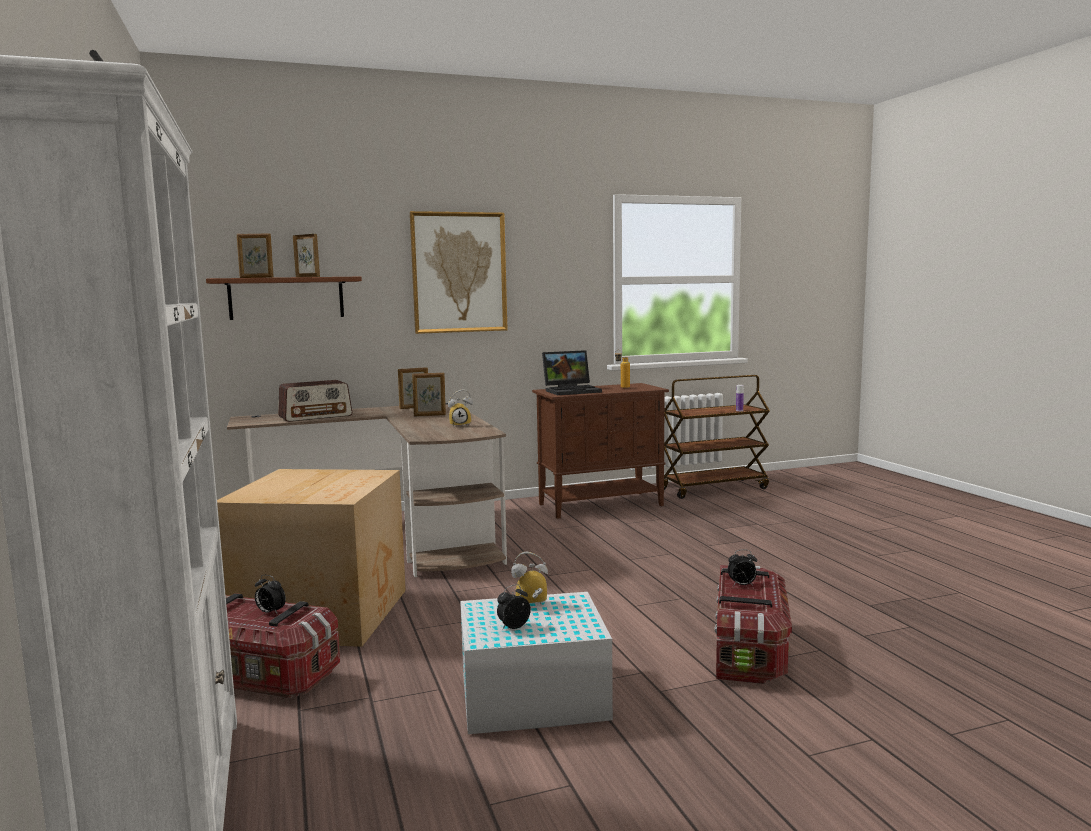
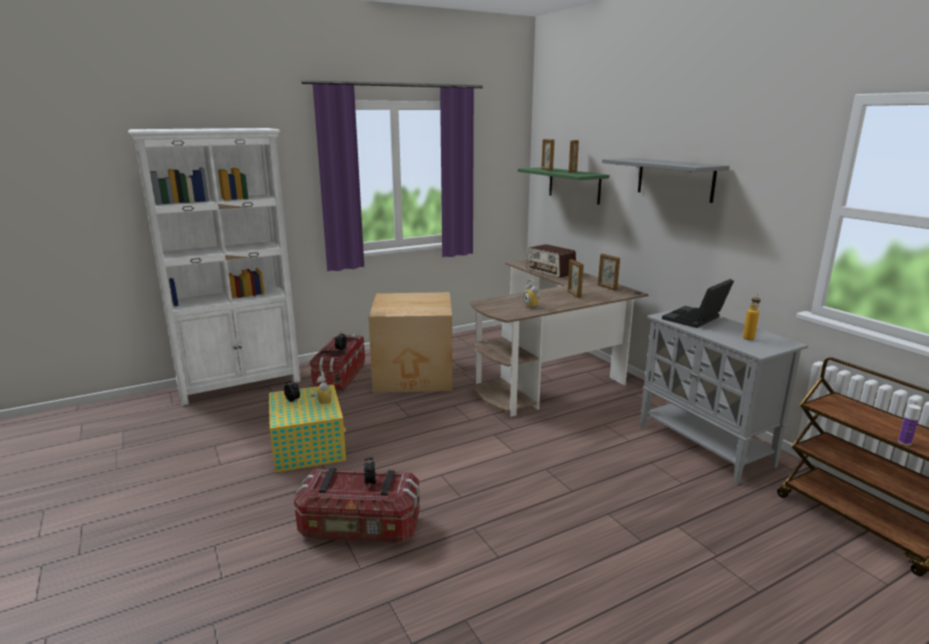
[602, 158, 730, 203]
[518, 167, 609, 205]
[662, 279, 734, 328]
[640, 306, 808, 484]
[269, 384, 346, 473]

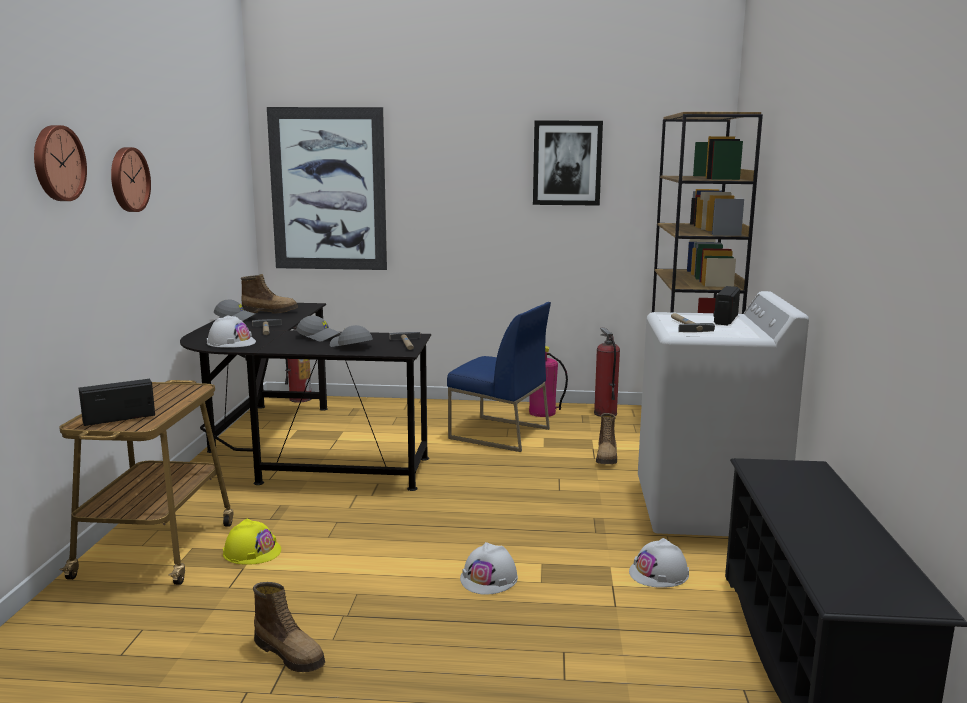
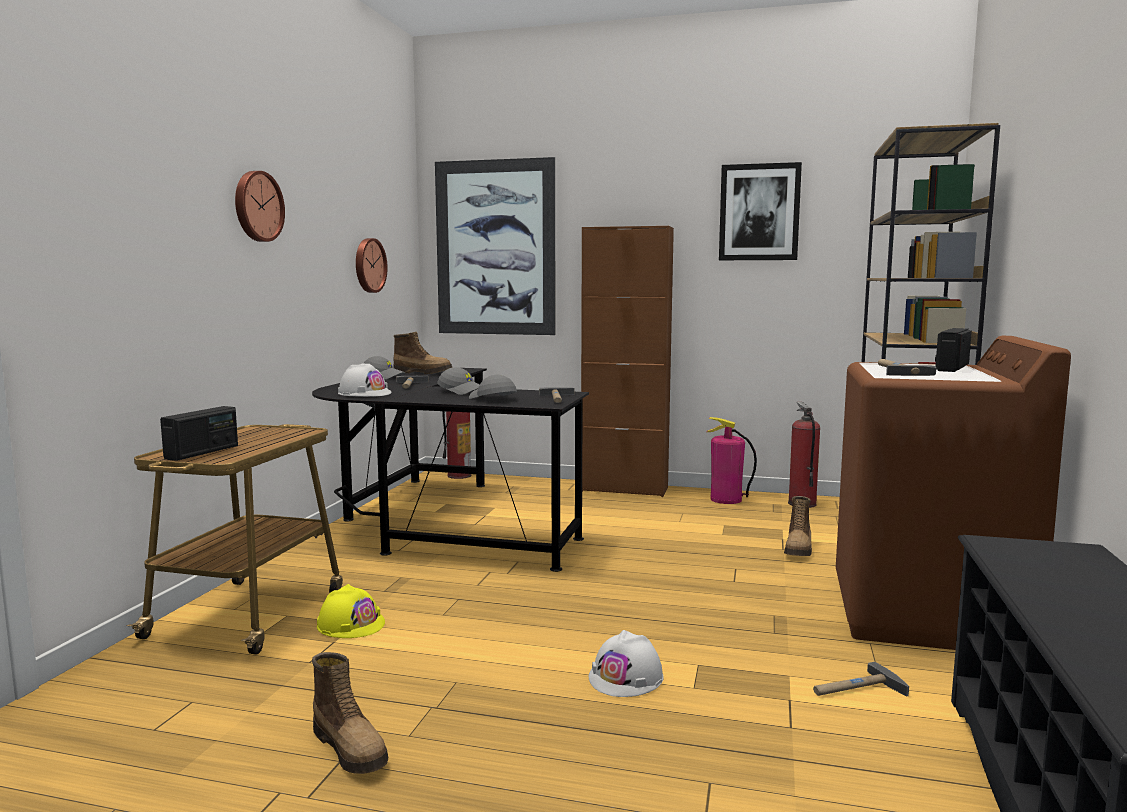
[356, 238, 388, 293]
[836, 336, 1071, 650]
[447, 302, 551, 452] (first image)
[160, 406, 238, 461]
[813, 662, 909, 696]
[581, 226, 674, 497]

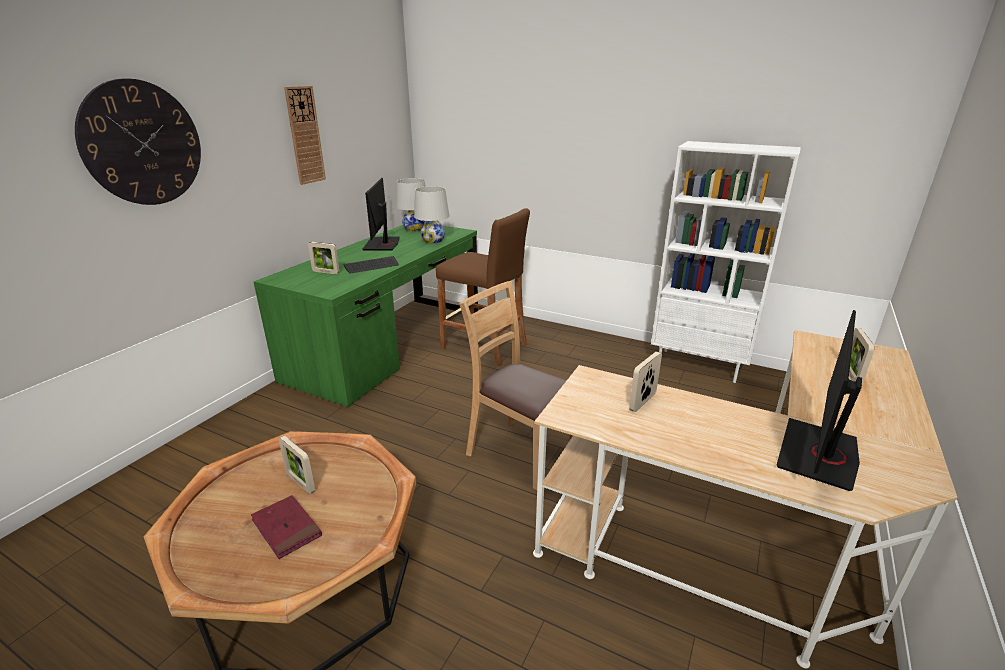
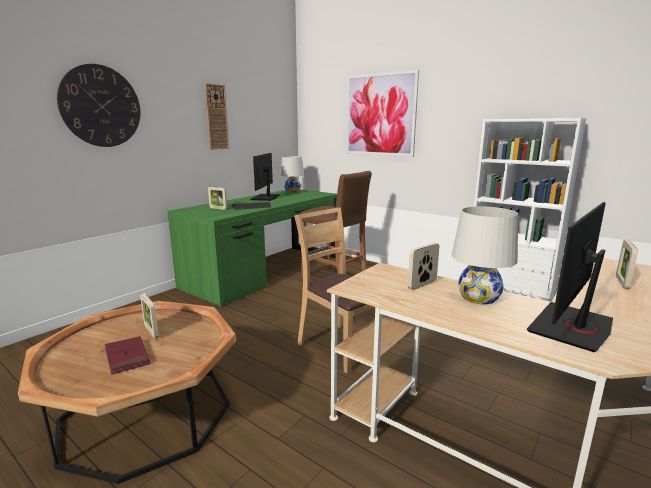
[452, 206, 518, 304]
[346, 70, 419, 157]

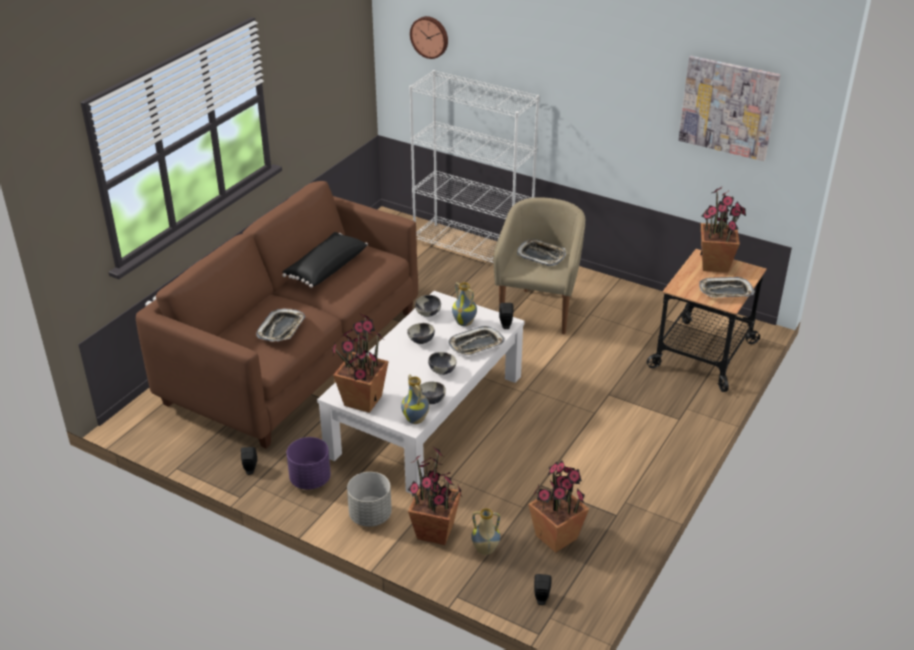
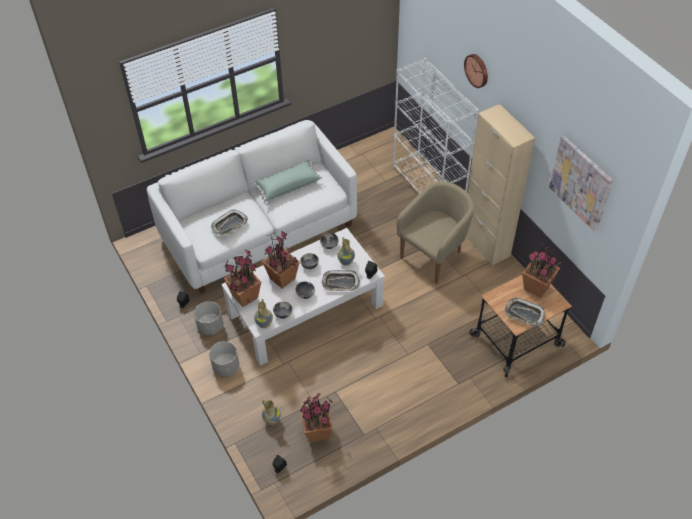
[464, 54, 488, 88]
[147, 120, 357, 293]
[254, 160, 322, 201]
[517, 239, 566, 266] (first image)
[194, 301, 223, 335]
[262, 231, 300, 288]
[466, 104, 535, 265]

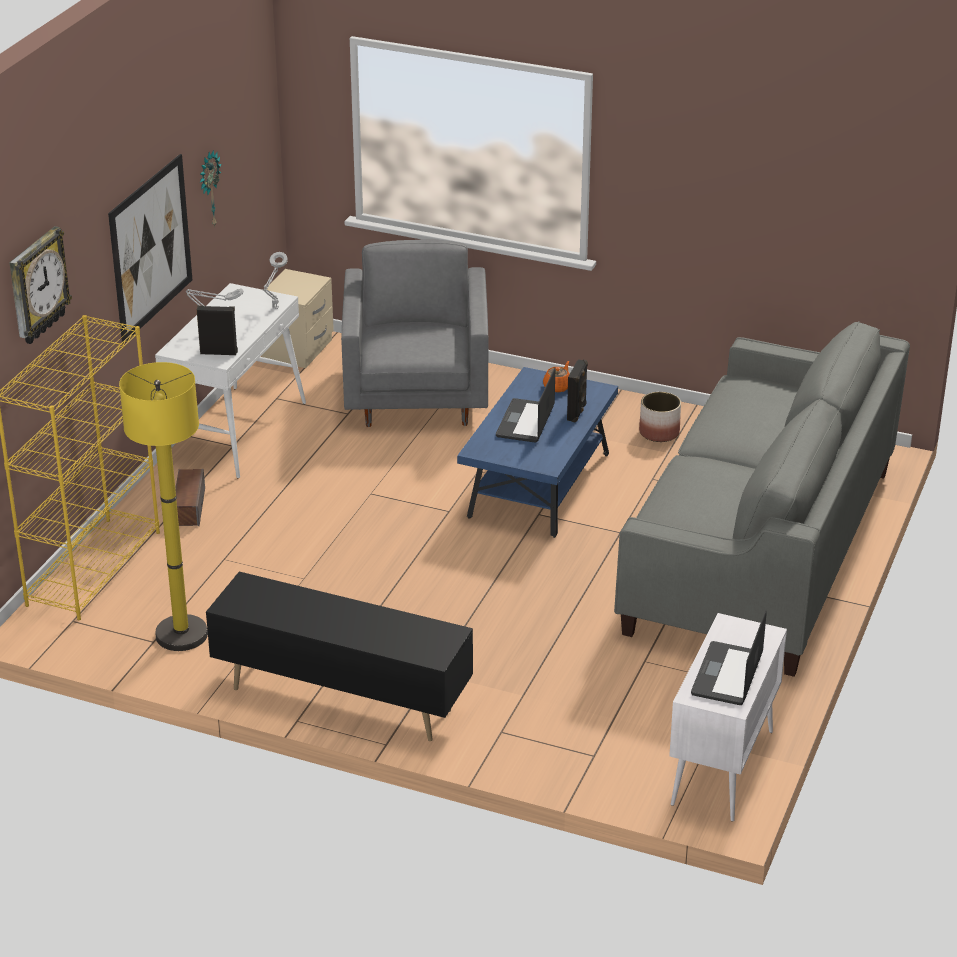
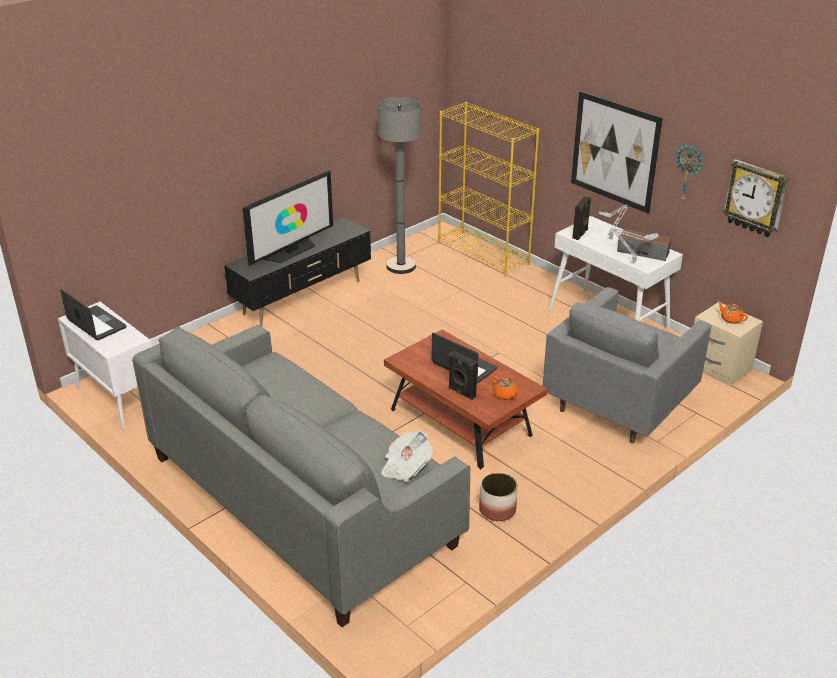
[723, 159, 789, 237]
[543, 287, 711, 444]
[378, 97, 421, 274]
[384, 329, 547, 469]
[617, 229, 671, 261]
[242, 170, 333, 266]
[718, 301, 748, 324]
[381, 431, 433, 482]

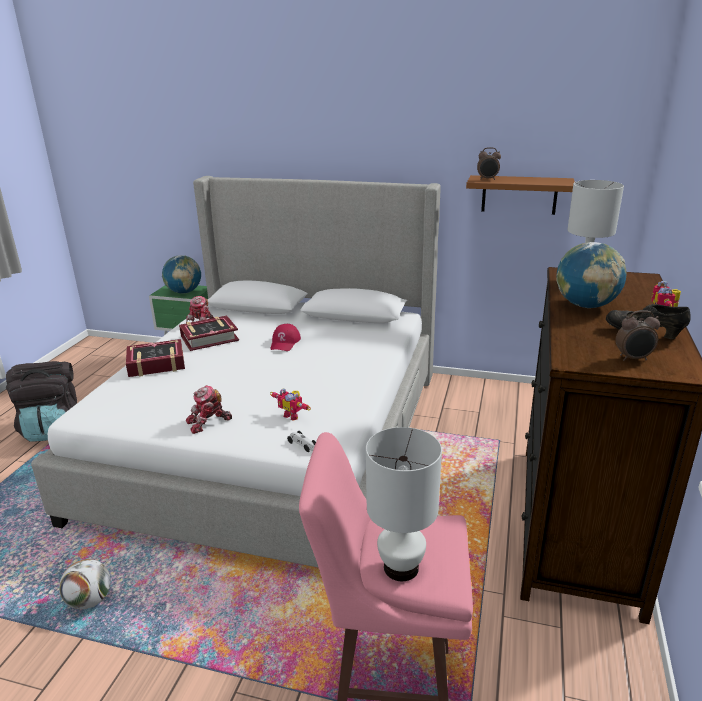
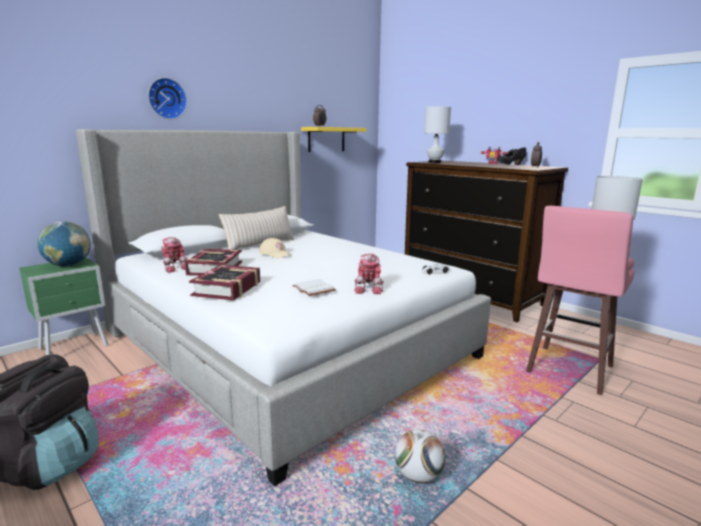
[301, 127, 367, 152]
[556, 242, 627, 308] (first image)
[259, 238, 291, 258]
[270, 388, 311, 420] (first image)
[148, 78, 187, 119]
[219, 206, 294, 250]
[292, 279, 336, 296]

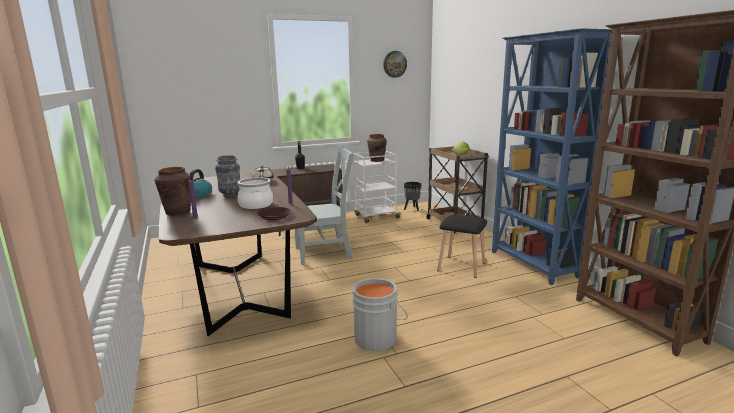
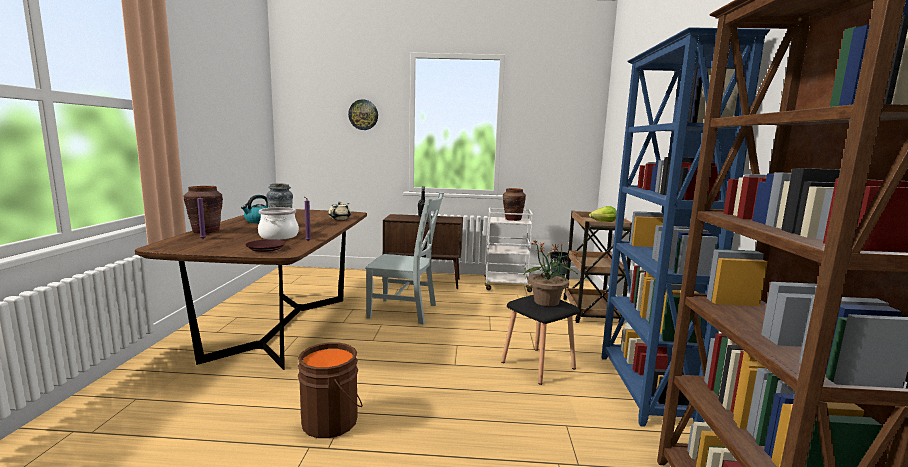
[348, 99, 378, 130]
[298, 342, 363, 438]
[524, 240, 577, 306]

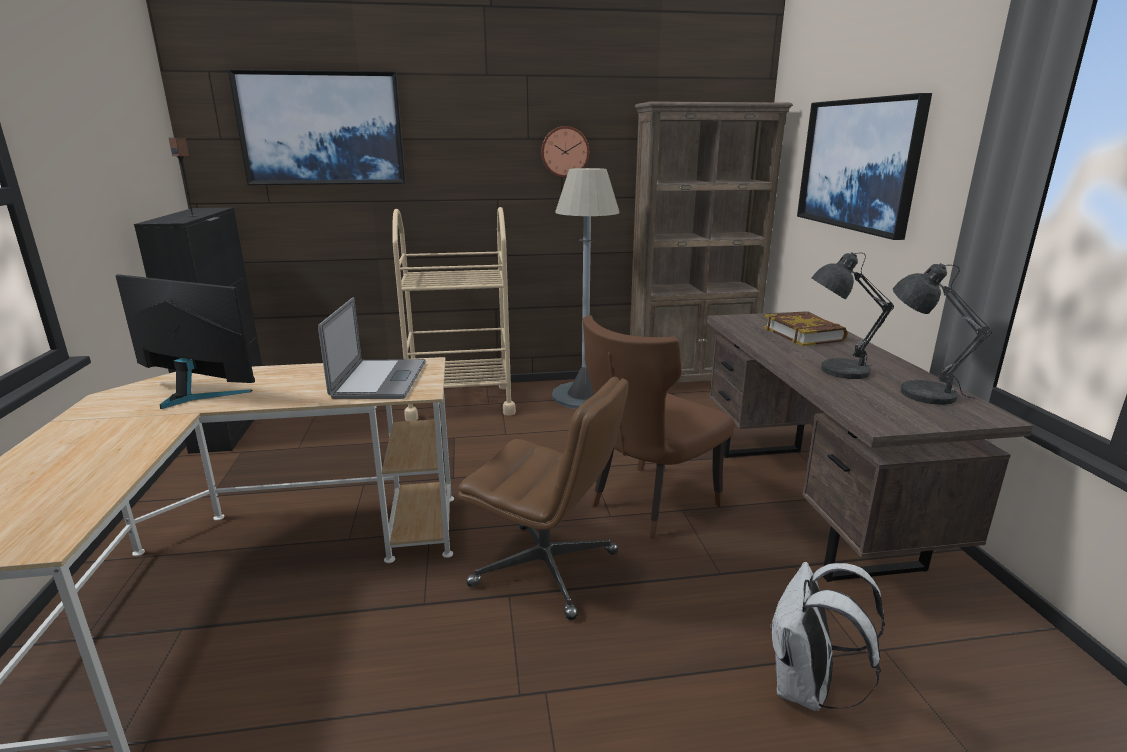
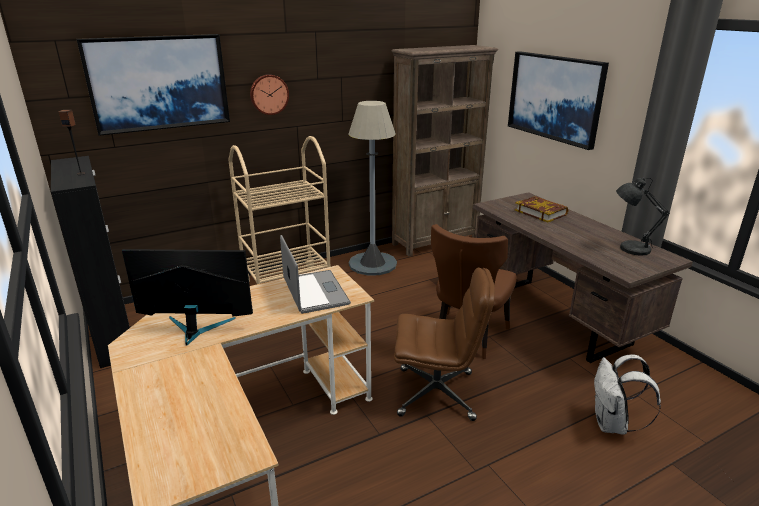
[250, 74, 289, 115]
[812, 252, 894, 379] (first image)

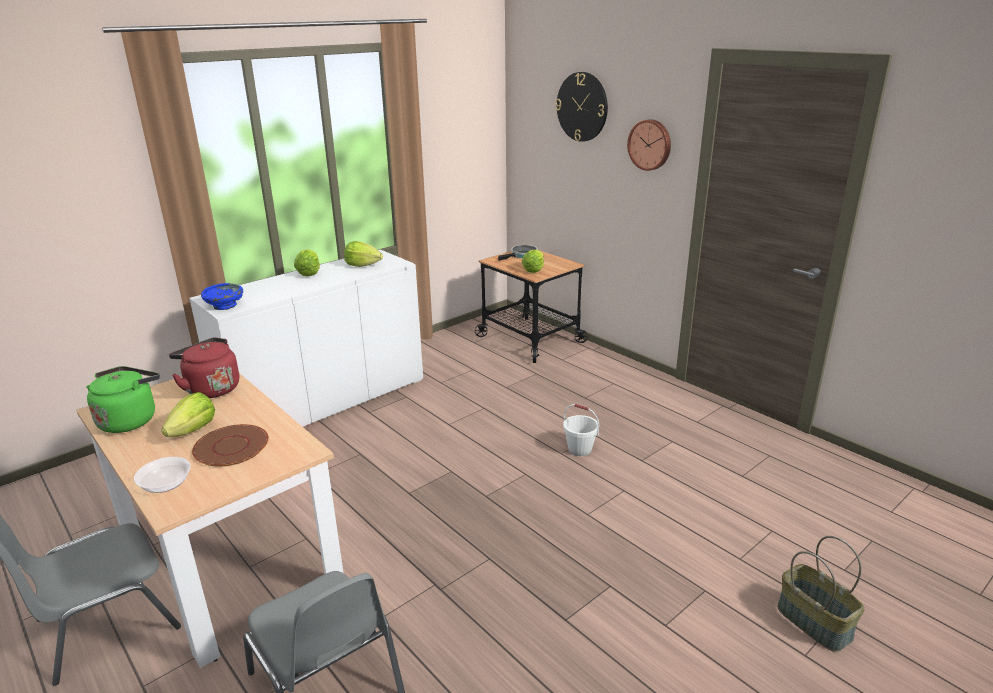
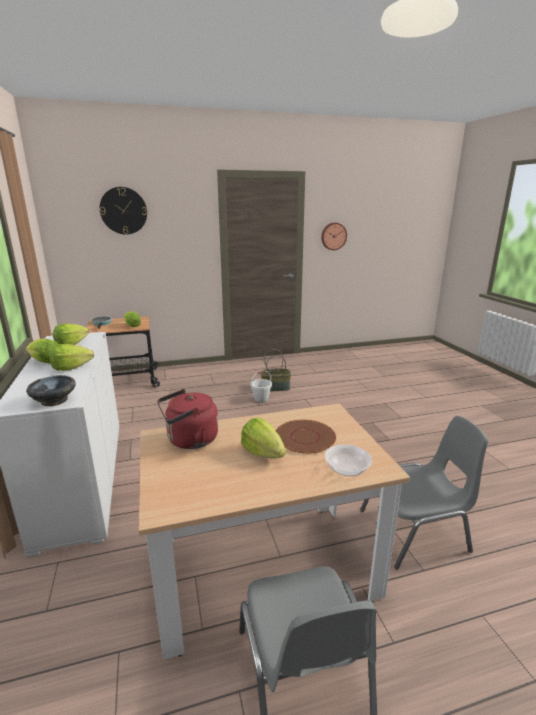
[321, 223, 347, 250]
[26, 375, 75, 406]
[86, 366, 160, 433] (first image)
[261, 349, 291, 392]
[49, 344, 94, 371]

